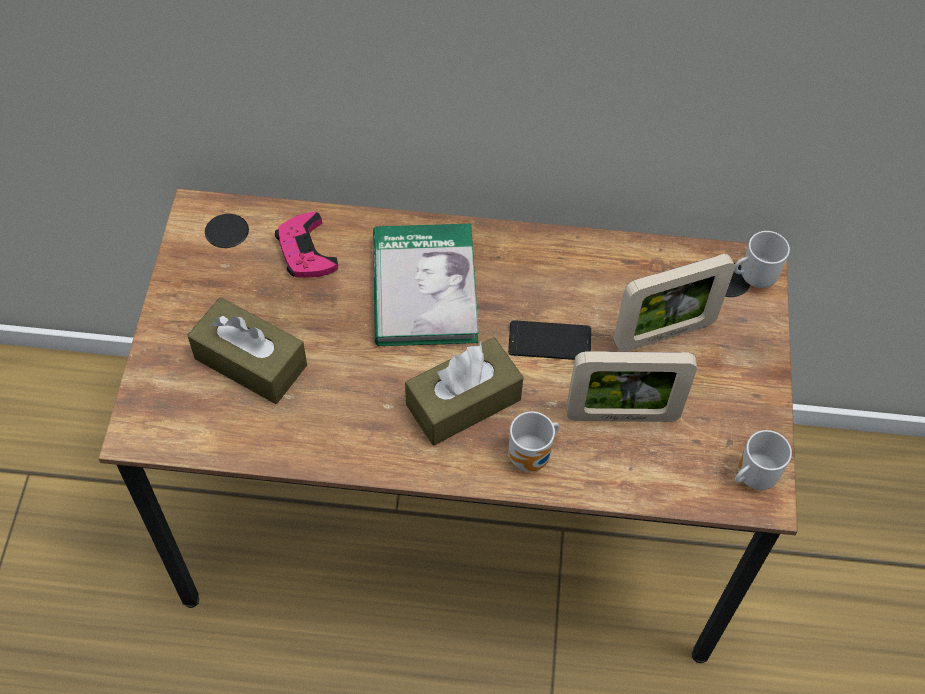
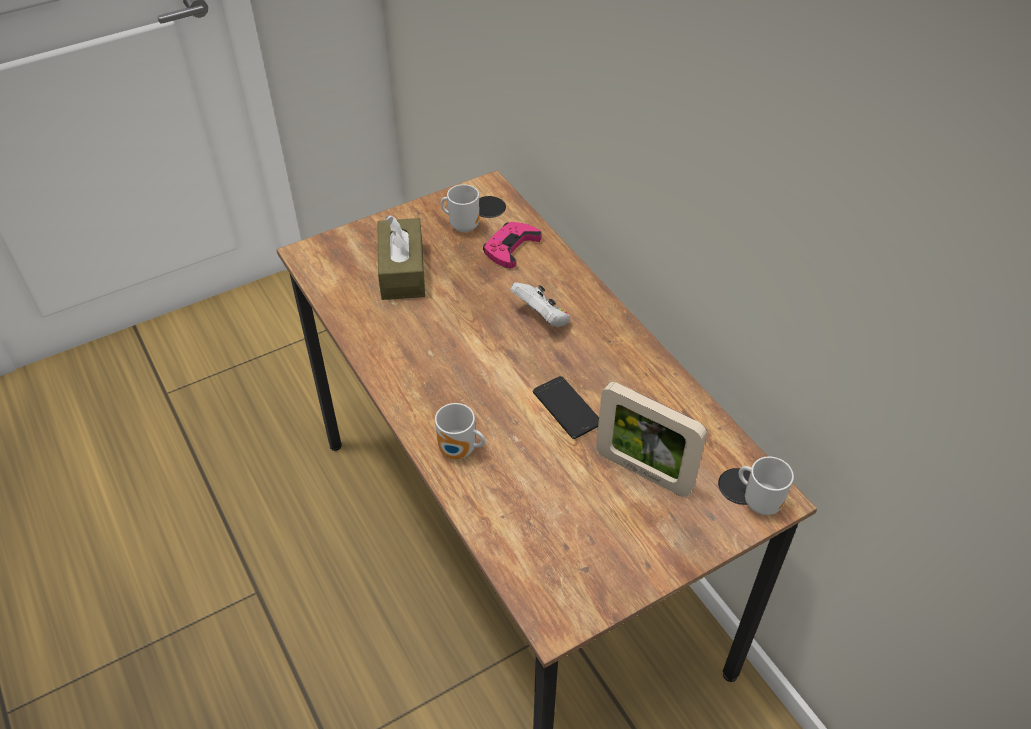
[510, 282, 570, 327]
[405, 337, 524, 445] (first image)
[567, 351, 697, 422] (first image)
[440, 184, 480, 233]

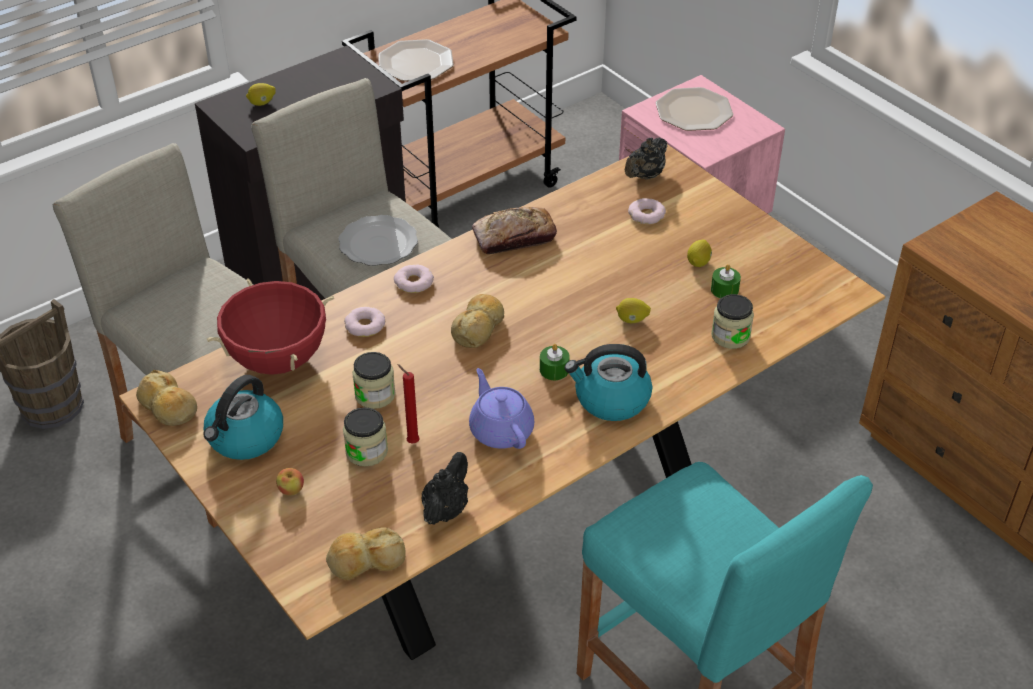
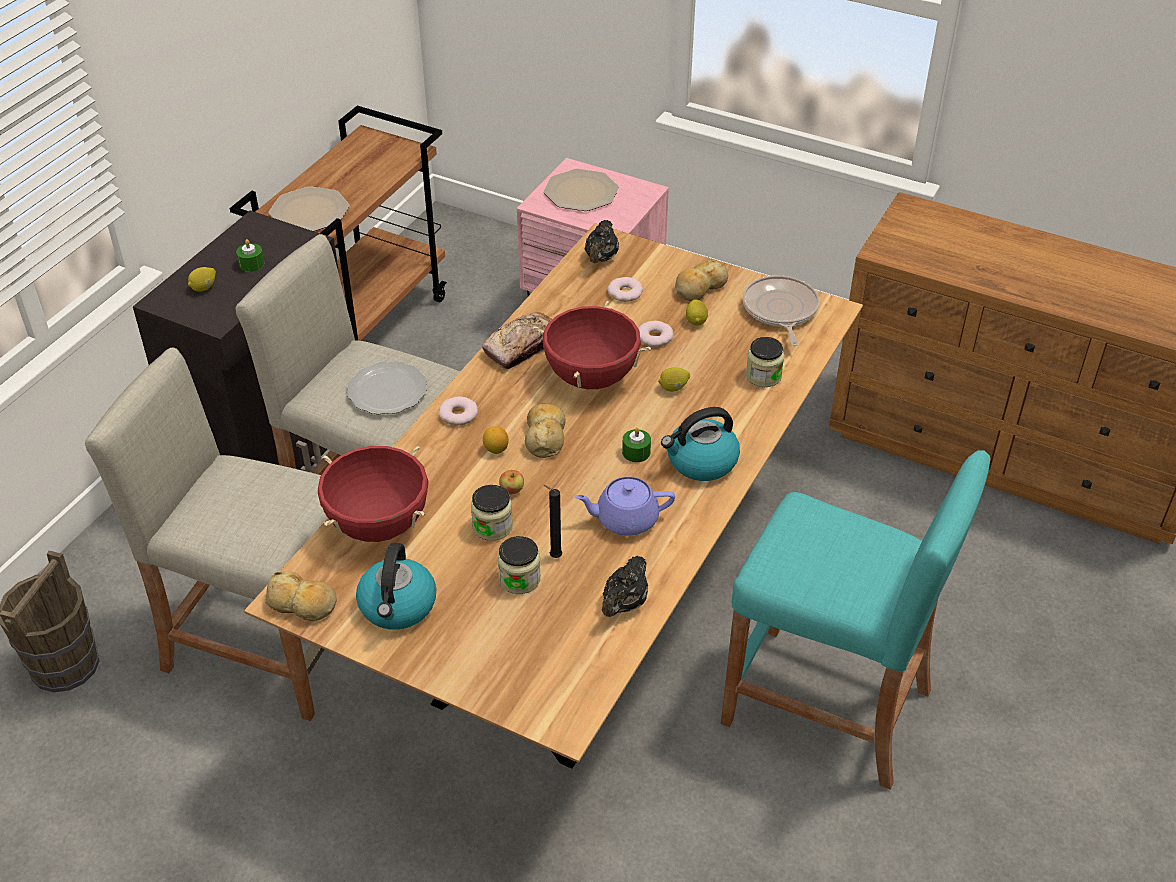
[236, 239, 264, 272]
[638, 321, 673, 347]
[543, 485, 562, 558]
[575, 477, 675, 536]
[602, 556, 648, 617]
[499, 470, 524, 495]
[675, 259, 728, 301]
[743, 275, 820, 346]
[533, 301, 651, 389]
[483, 426, 509, 454]

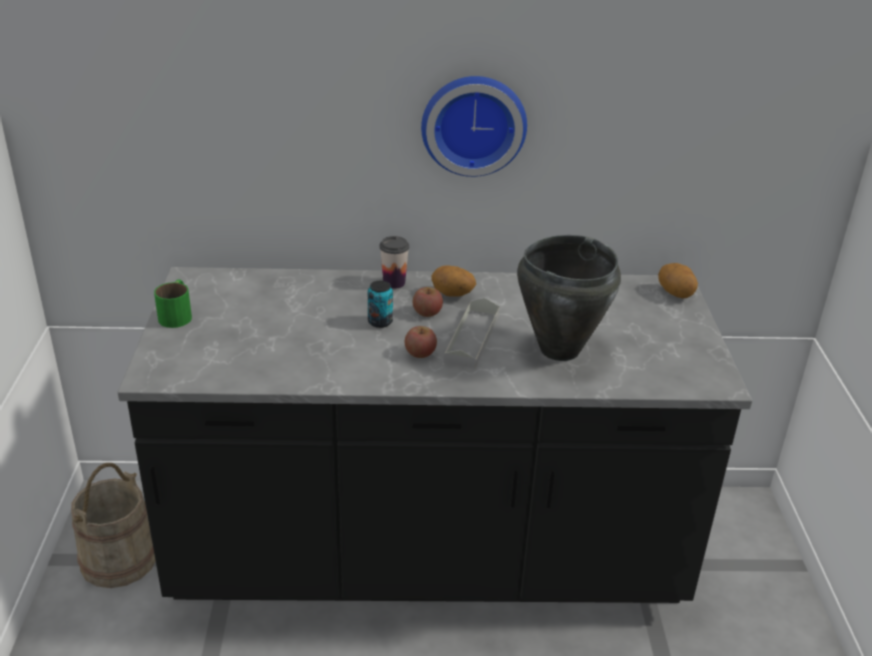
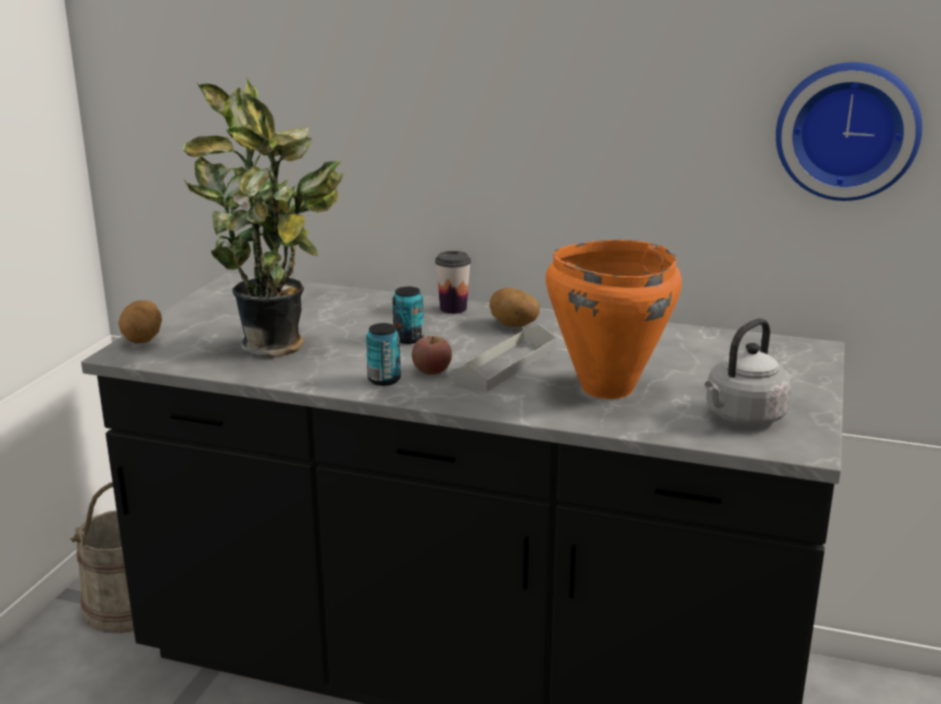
[776, 62, 922, 201]
[546, 240, 682, 399]
[118, 300, 162, 344]
[154, 279, 192, 328] (first image)
[413, 287, 443, 317] (first image)
[183, 76, 344, 358]
[705, 318, 792, 426]
[366, 323, 401, 386]

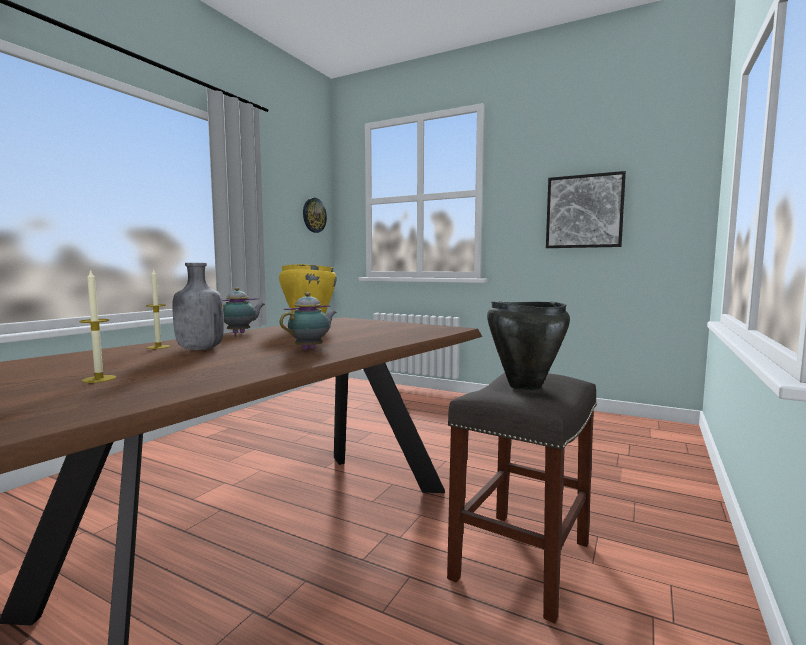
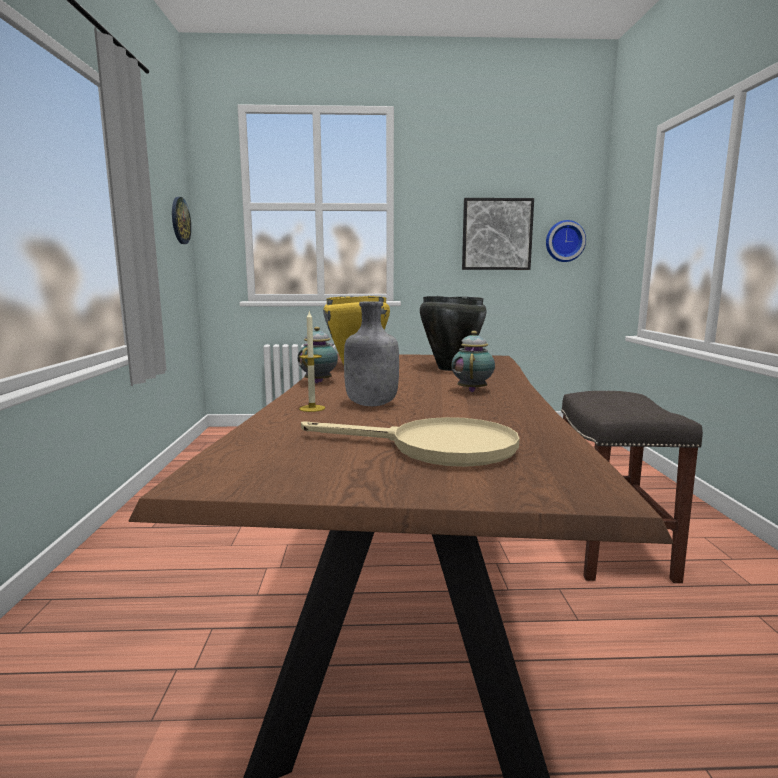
[301, 417, 519, 467]
[420, 296, 487, 371]
[546, 220, 586, 262]

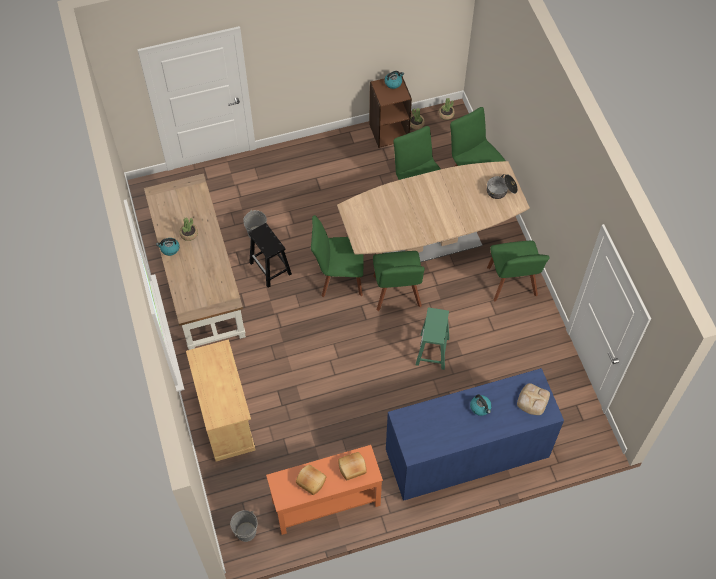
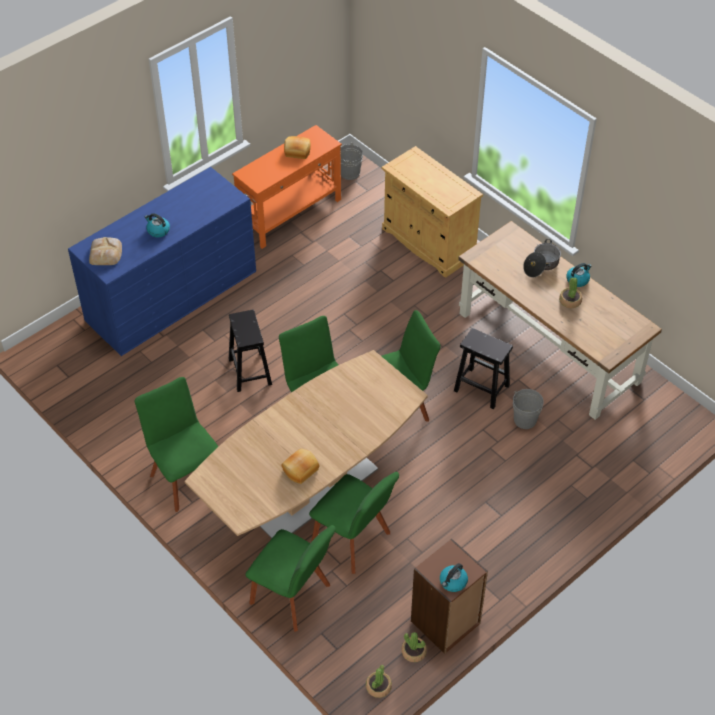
[523, 239, 561, 277]
[229, 310, 272, 392]
[281, 449, 319, 484]

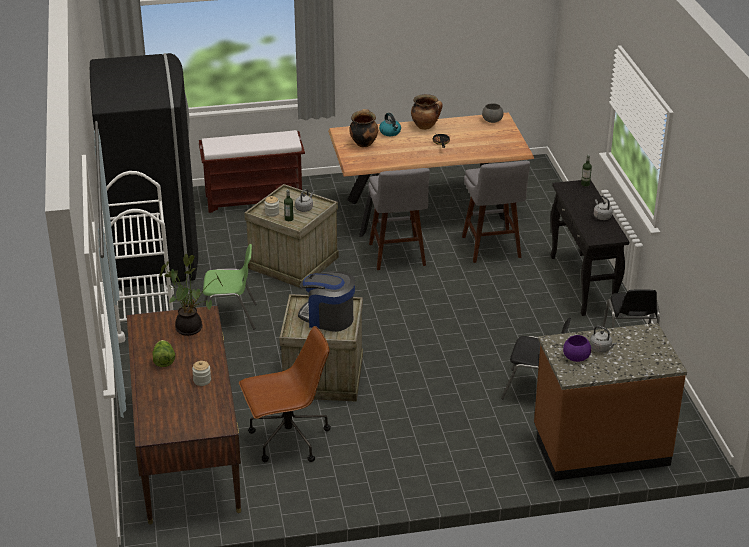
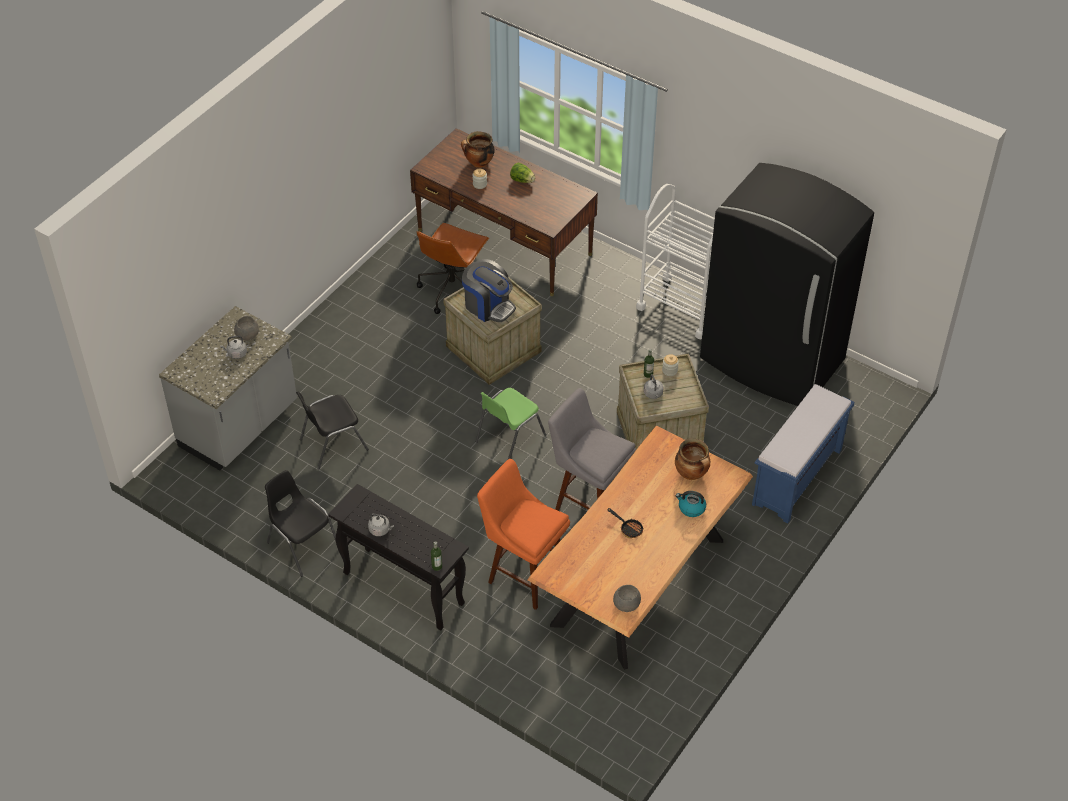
[461, 131, 495, 168]
[752, 384, 854, 523]
[477, 459, 570, 610]
[475, 388, 546, 459]
[160, 254, 223, 336] (first image)
[462, 259, 516, 322]
[159, 306, 297, 470]
[234, 316, 259, 341]

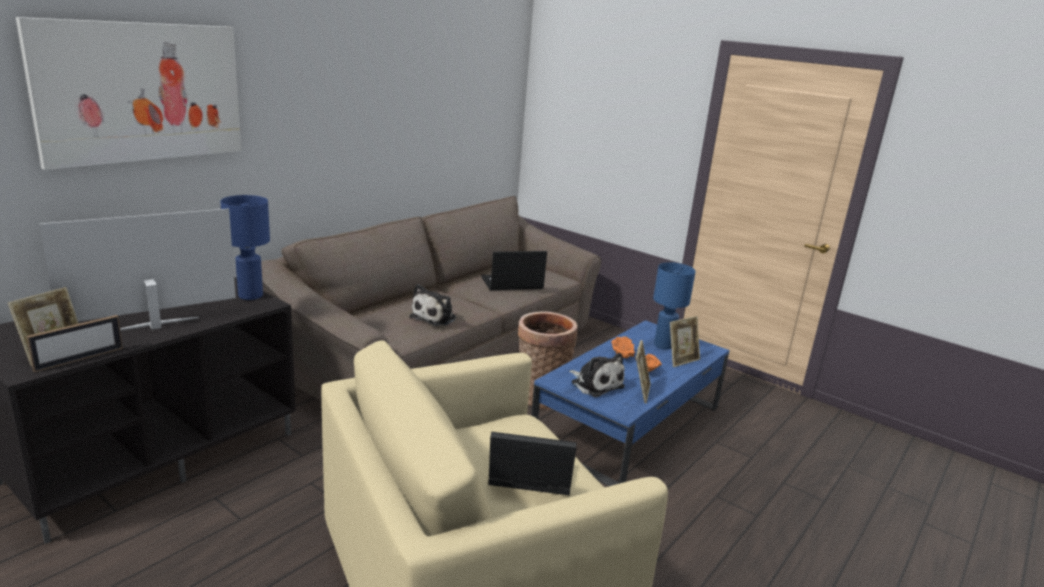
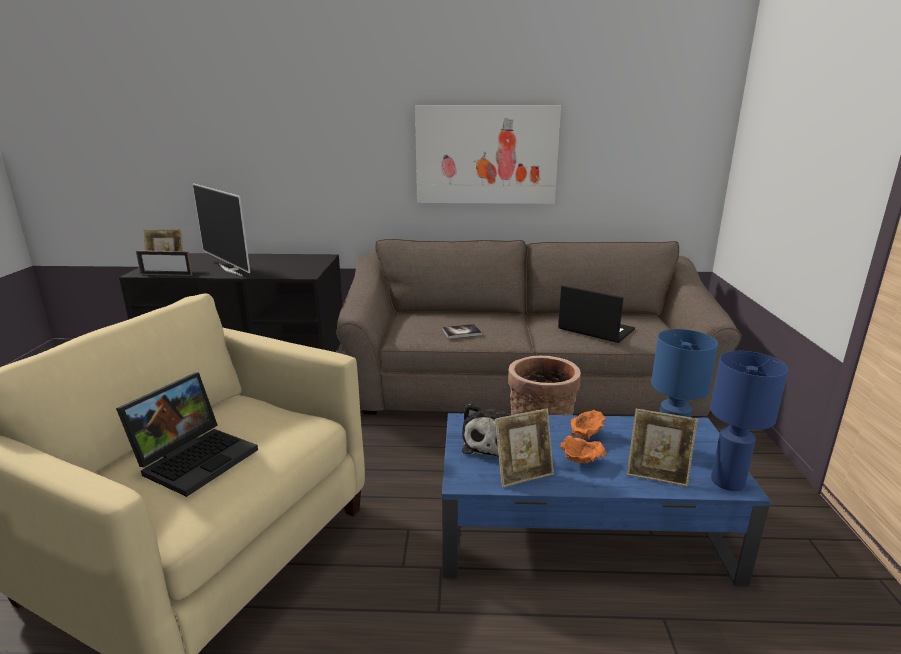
[415, 105, 561, 204]
[710, 351, 788, 491]
[192, 183, 250, 276]
[442, 324, 482, 339]
[116, 373, 258, 497]

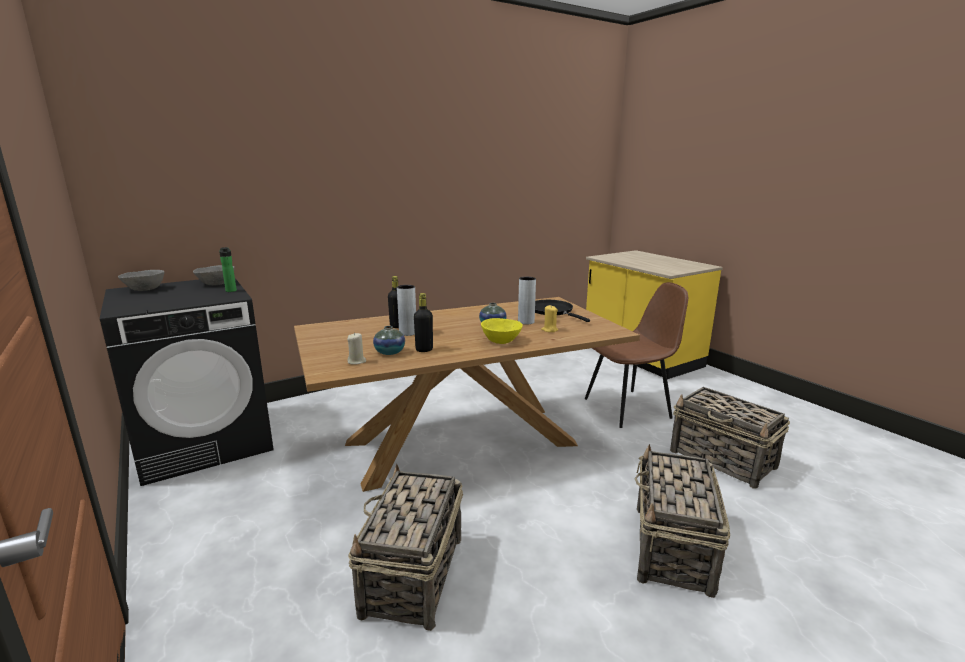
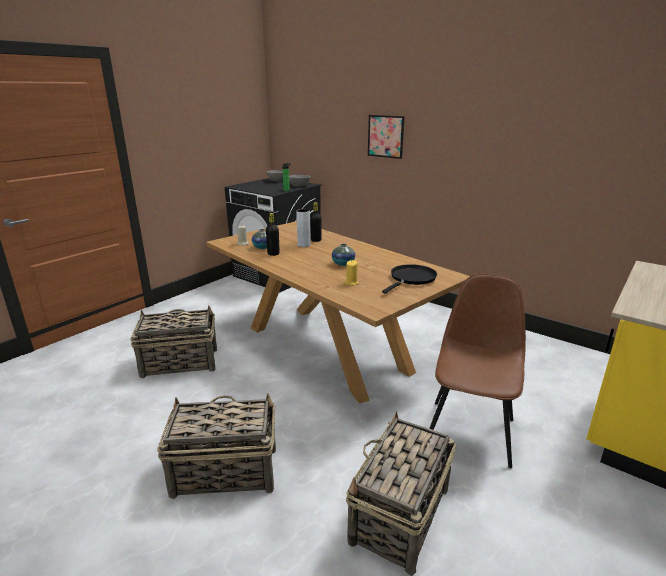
[518, 277, 536, 324] (first image)
[429, 274, 526, 468]
[481, 318, 523, 344] (first image)
[368, 115, 404, 159]

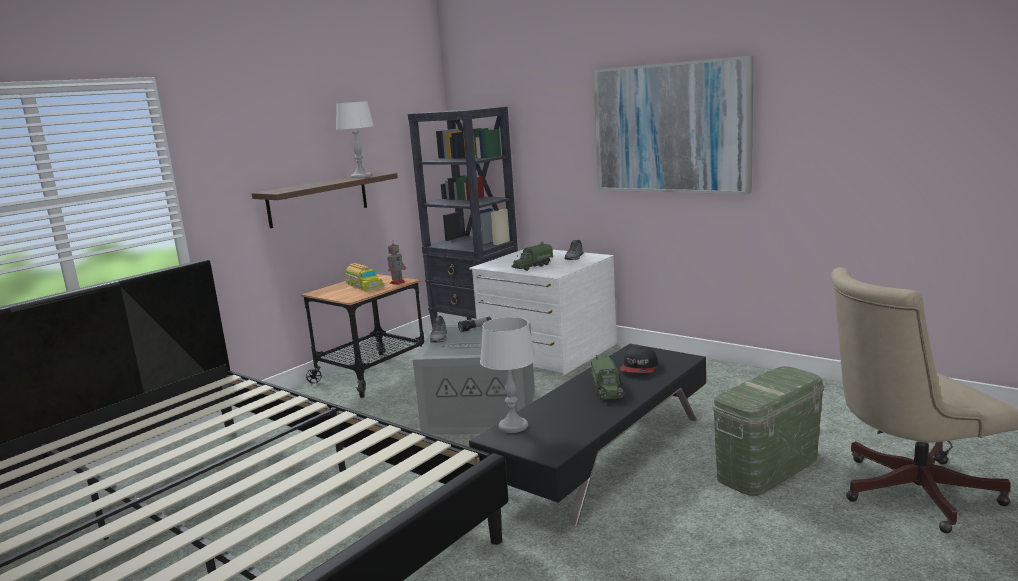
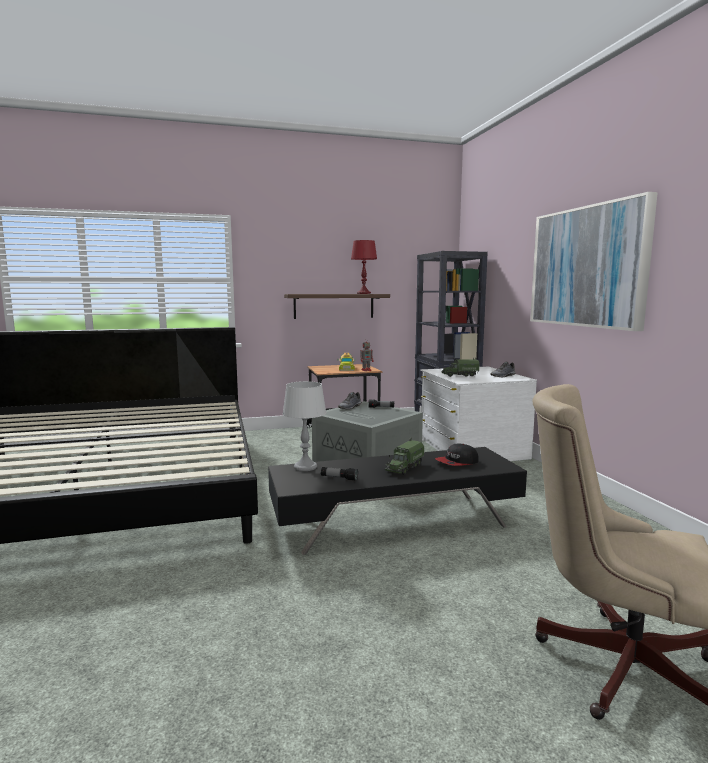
[351, 240, 377, 294]
[712, 366, 824, 496] (first image)
[321, 467, 358, 481]

